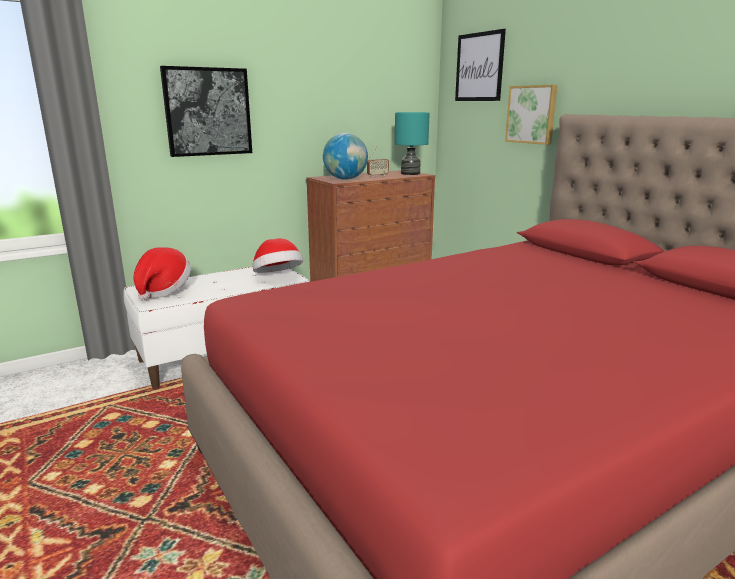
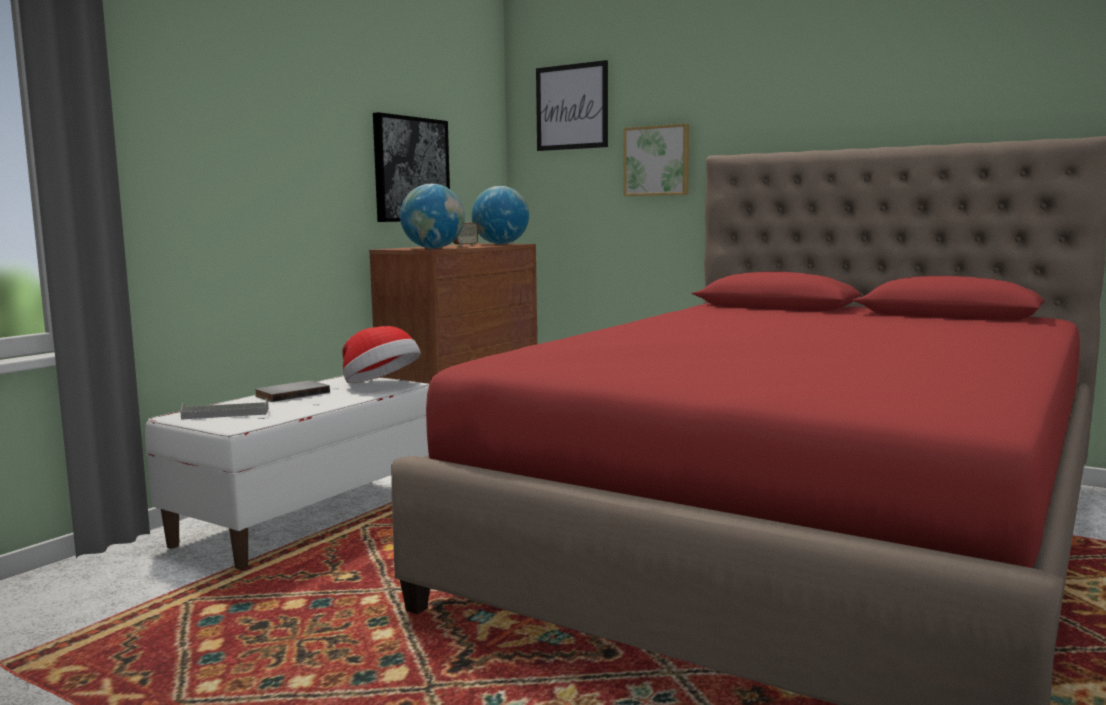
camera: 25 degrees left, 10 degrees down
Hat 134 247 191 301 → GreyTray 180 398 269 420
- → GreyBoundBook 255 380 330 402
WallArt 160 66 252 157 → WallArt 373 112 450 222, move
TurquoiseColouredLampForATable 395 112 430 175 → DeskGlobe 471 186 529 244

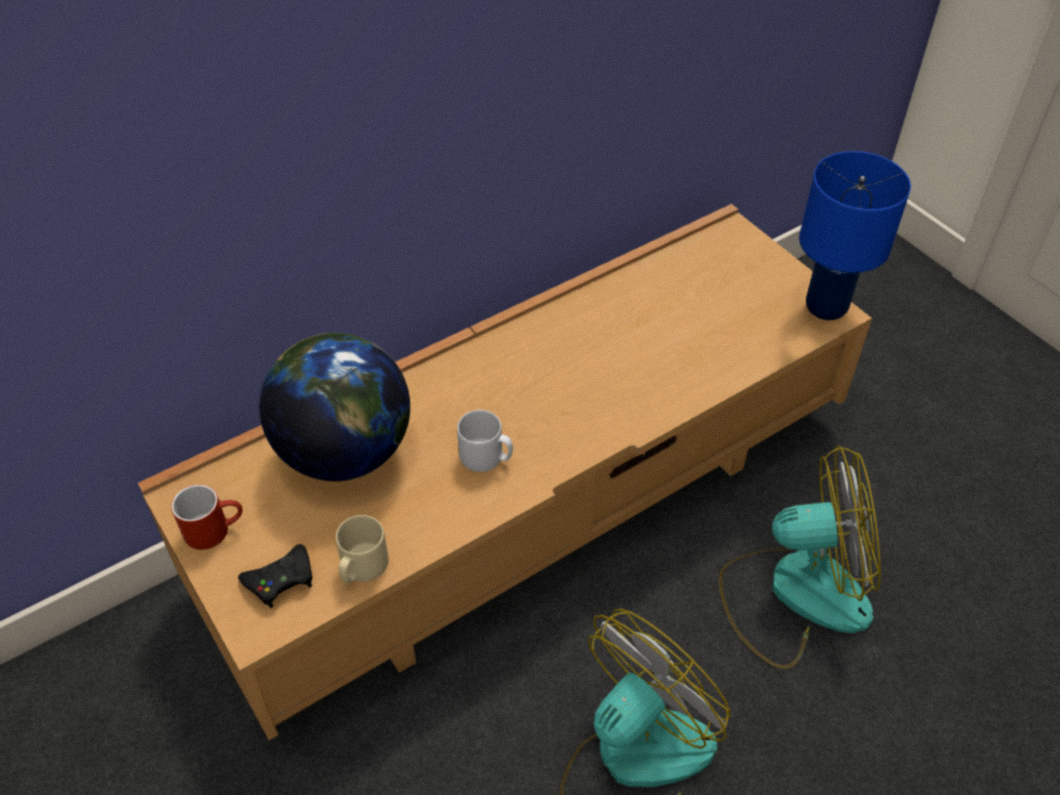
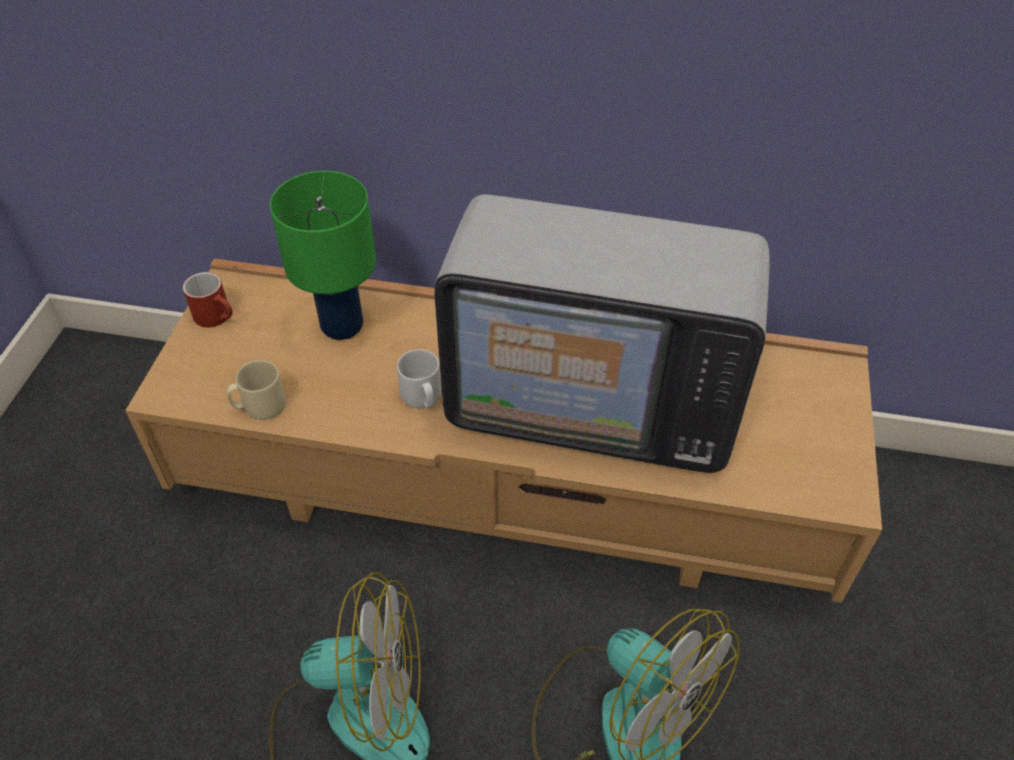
camera: 45 degrees right, 0 degrees up
DeskGlobe 259 333 410 481 → GreenLampForATable 270 171 376 340
- → Tv 434 195 770 473
BlackishGamepad 238 544 312 608 → -
BlueColouredLampForATable 799 151 911 320 → -

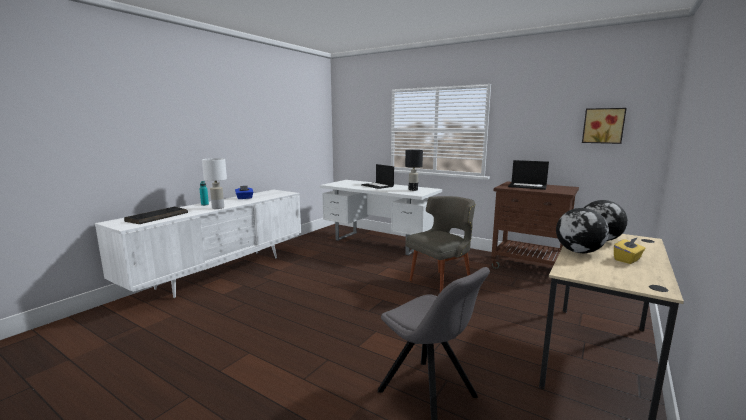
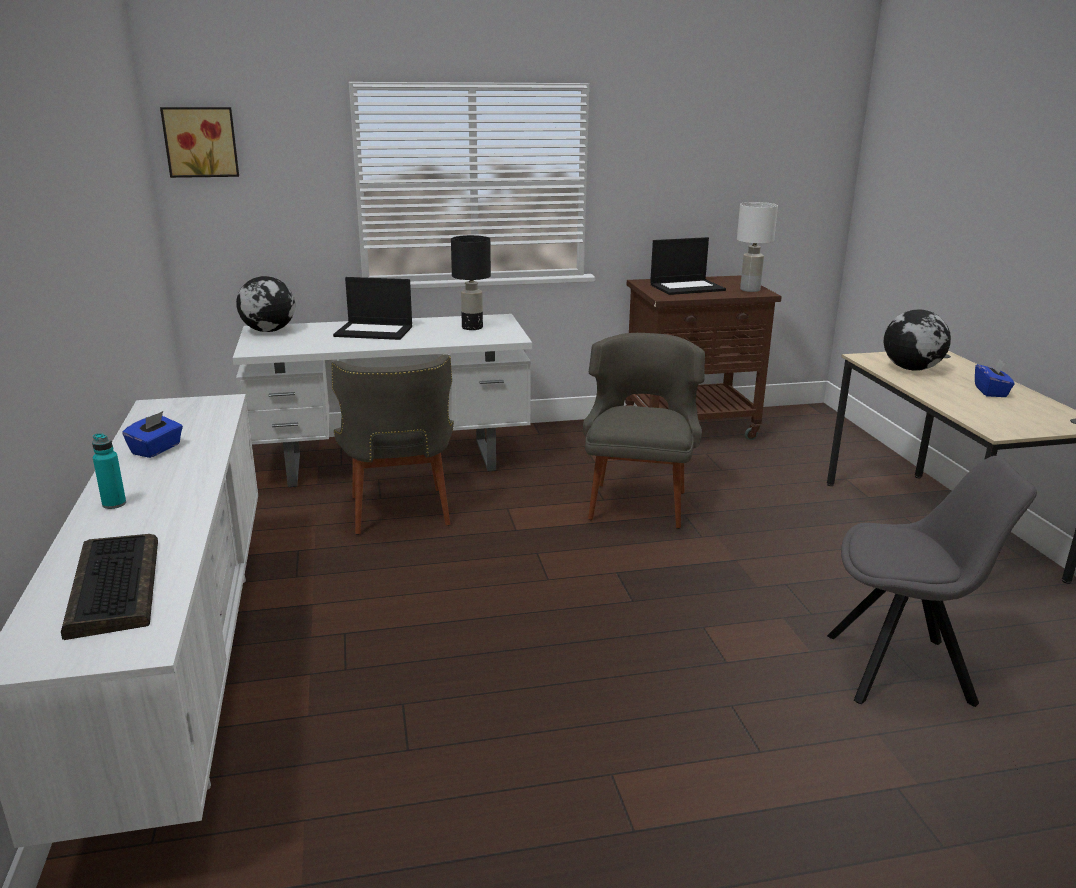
camera: 45 degrees left, 10 degrees up
WallArt 582 108 626 144 → WallArt 160 107 239 178, move
DeskGlobe 556 208 609 253 → DeskGlobe 236 276 295 332, move
- → GreyPlainChair 332 354 454 535
WhitishLampForATable 202 158 227 209 → WhitishLampForATable 737 202 778 292, move
YellowTissueBox 614 237 645 264 → BlueColouredTissueBox 975 360 1015 397

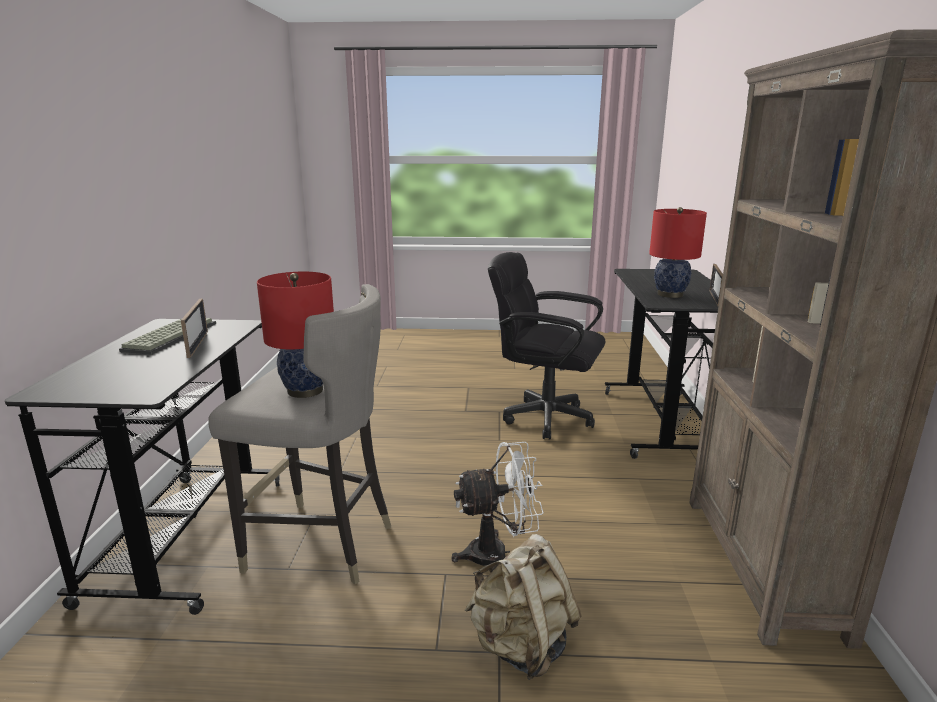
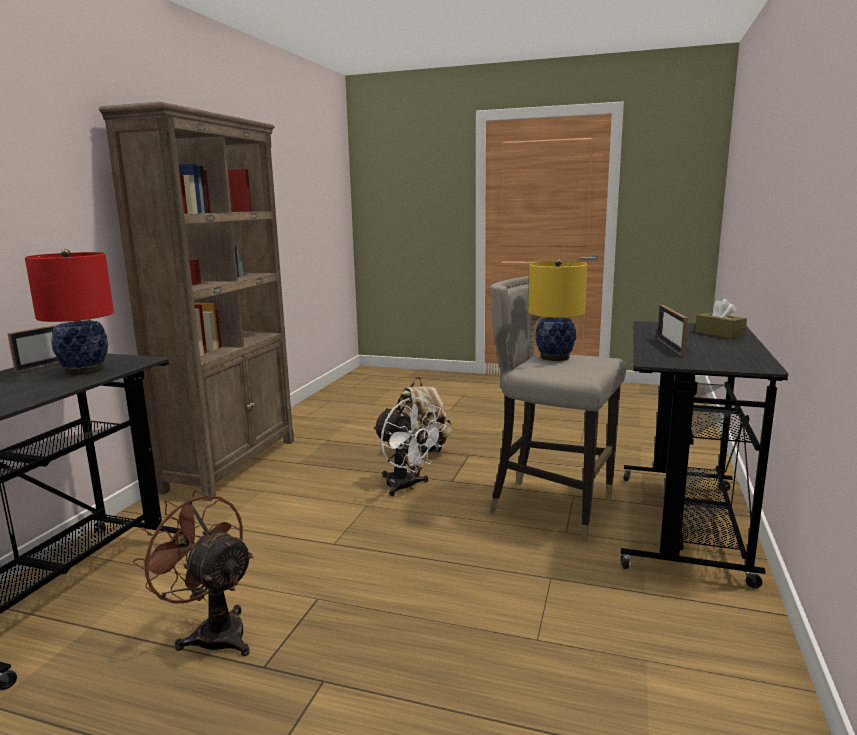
camera: 165 degrees left, 5 degrees down
BlackishDeskChair 488 252 606 440 → BrownCoolingFan 133 490 253 656
WhitishCoolingFan 452 442 544 566 → WhitishCoolingFan 373 397 447 496, 135 degrees counterclockwise
RedLampForATable 257 272 334 398 → YellowLampForATable 528 259 587 361
- → BrownTissueBox 695 299 747 339
Keyboard 119 318 216 355 → -

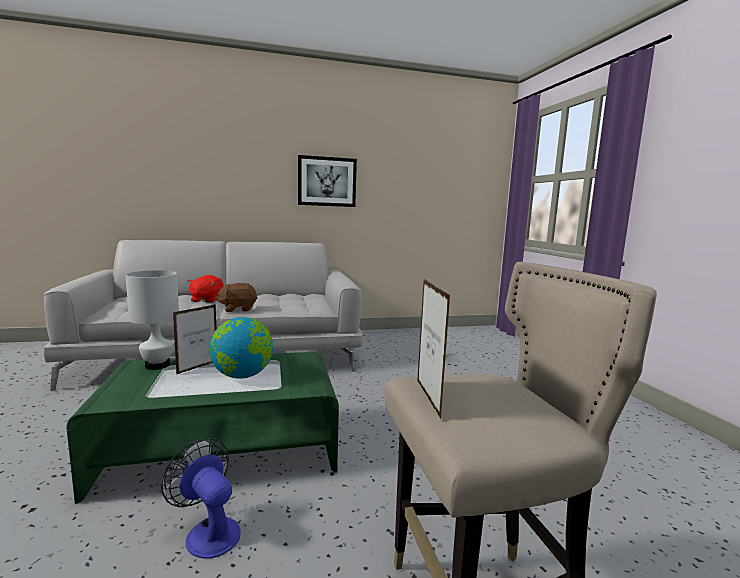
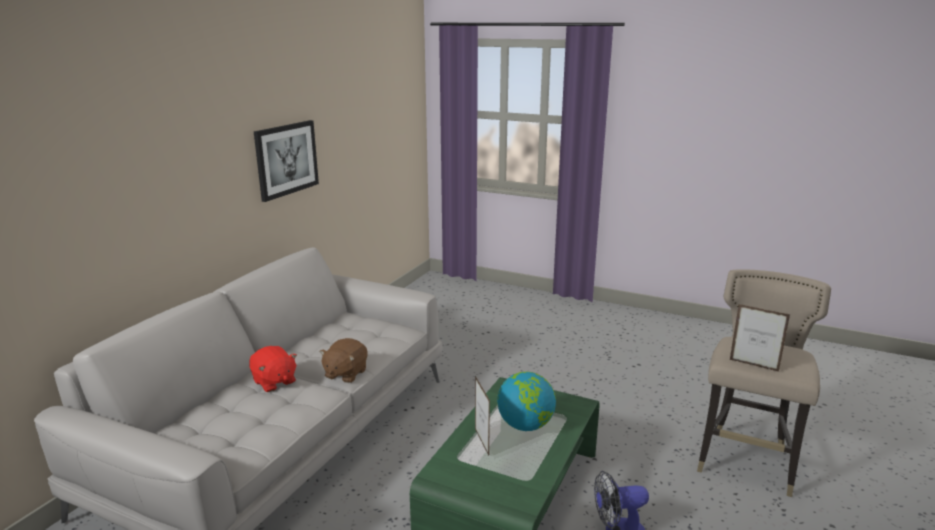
camera: 50 degrees left, 10 degrees up
WhitishLampForATable 125 270 179 370 → -

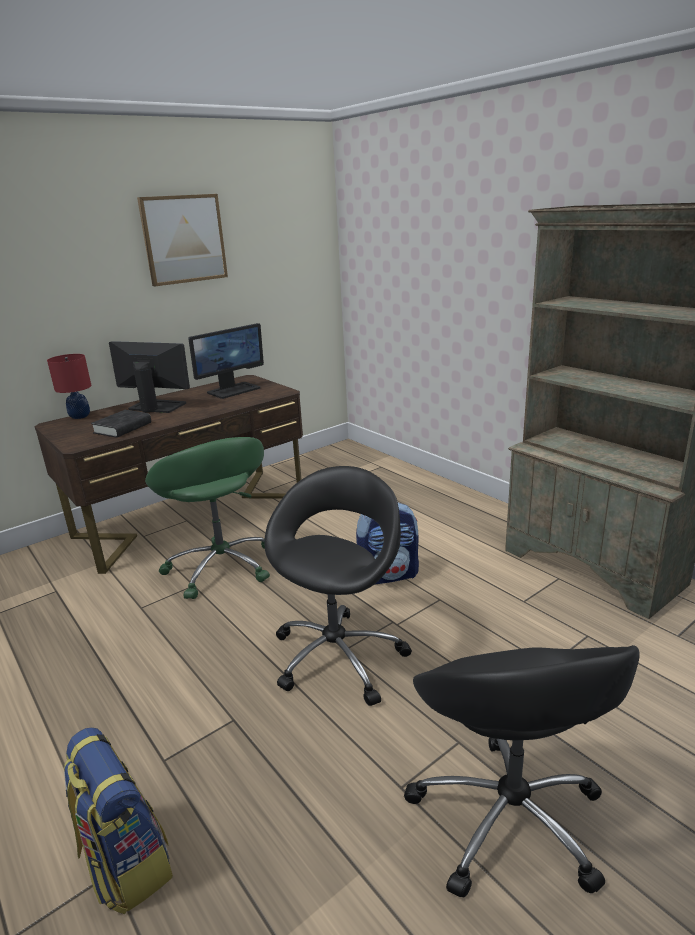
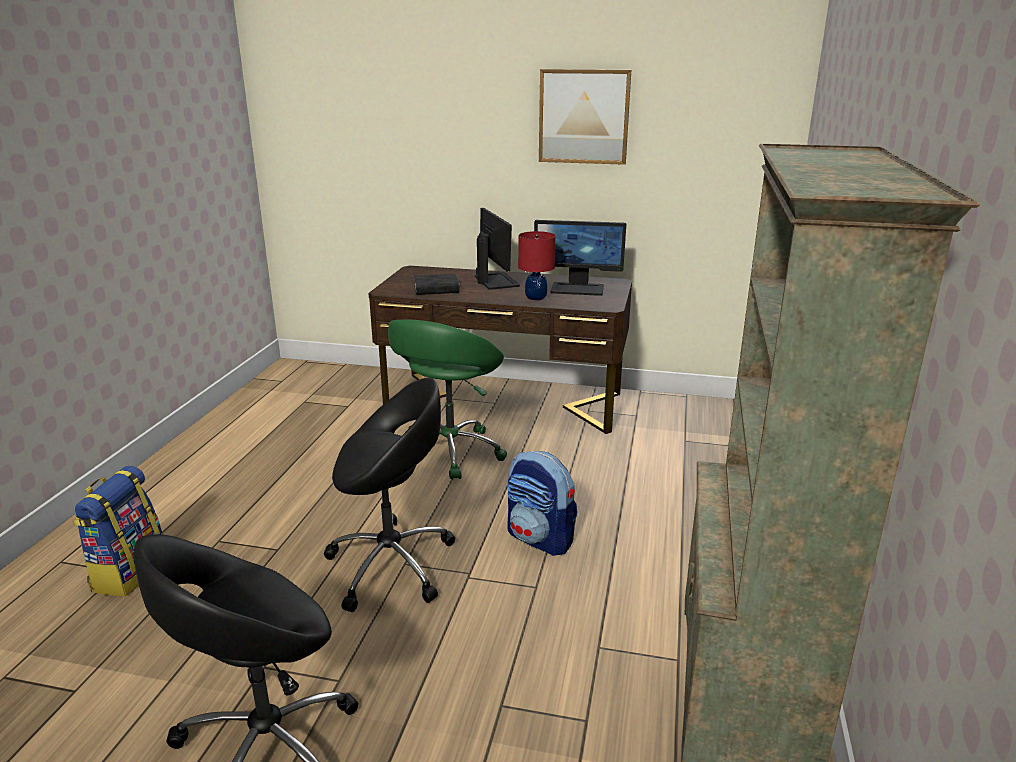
camera: 50 degrees right, 0 degrees up
RedLampForATable 47 354 91 419 → RedLampForATable 518 231 555 300, move

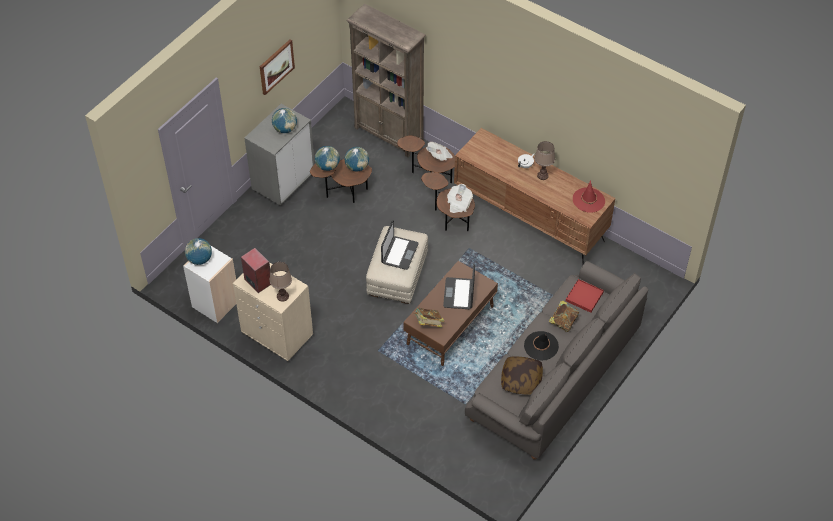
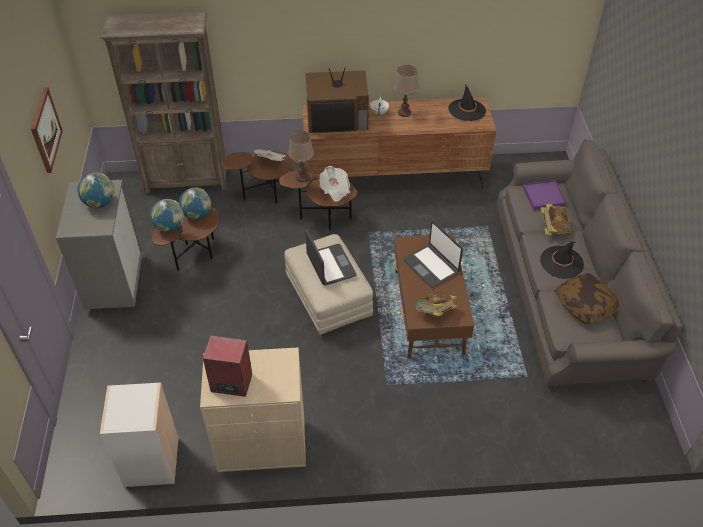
camera: 40 degrees left, 5 degrees down
BrownLampForATable 269 262 292 302 → BrownLampForATable 288 131 314 182, move
- → Tv 306 68 369 133
RedHat 573 180 605 213 → BlackishHat 448 84 486 121
RedTray 566 279 604 313 → PurpleTray 523 180 567 210
DeskGlobe 185 238 212 265 → -

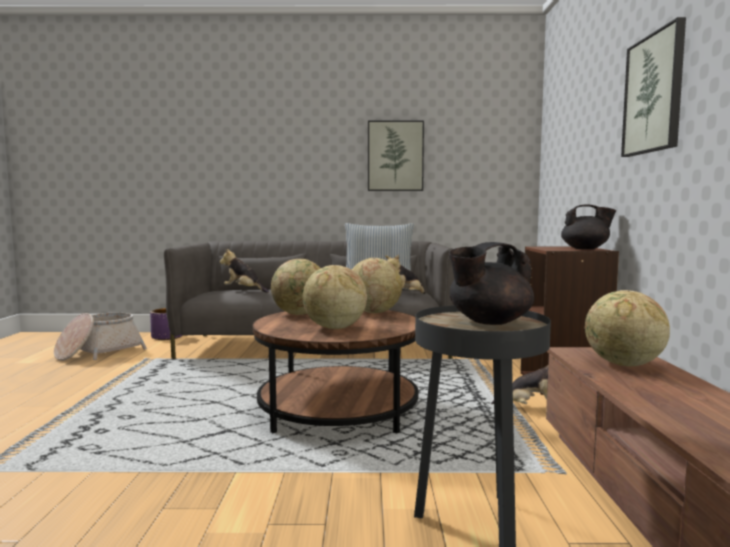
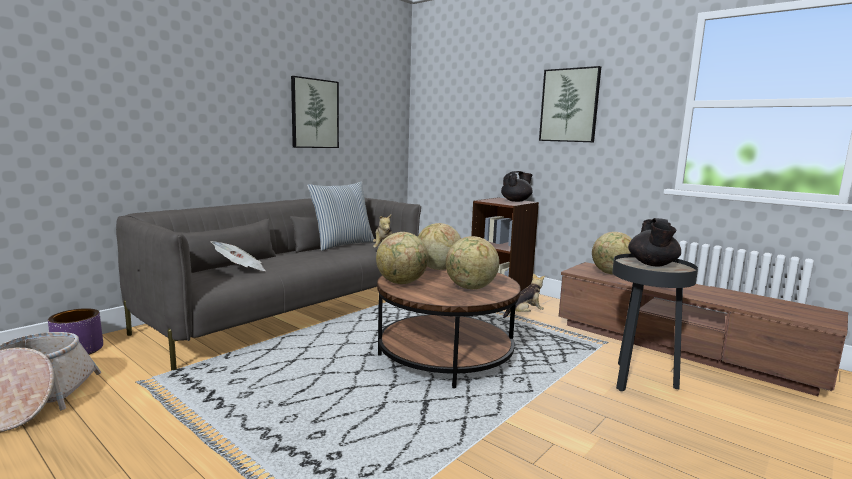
camera: 50 degrees left, 5 degrees up
CuddlyToy 220 249 269 293 → PrintedPaper 211 241 266 271

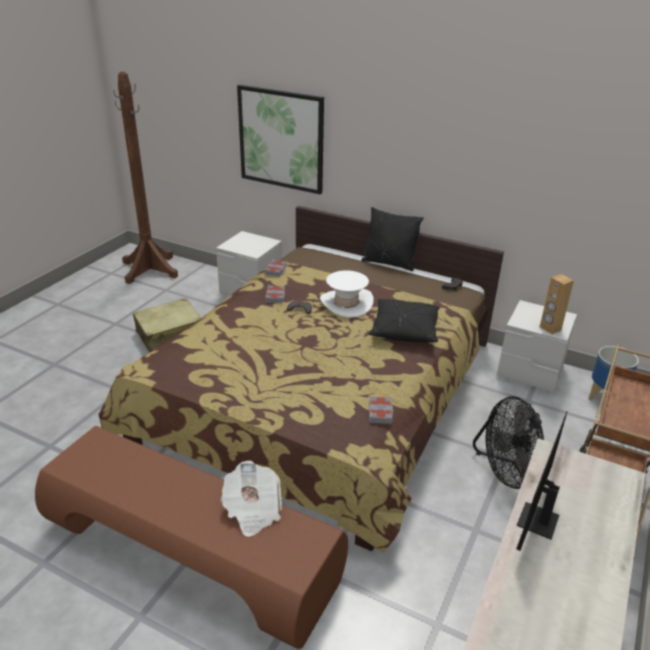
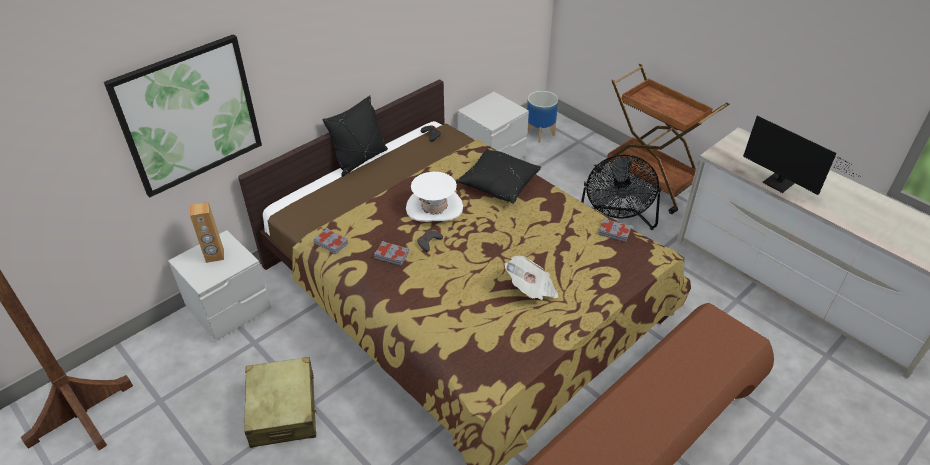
camera: 70 degrees left, 10 degrees up
BrownLoudspeaker 540 274 574 334 → BrownLoudspeaker 190 202 224 263, move
PrintedPaper 221 461 282 537 → PrintedPaper 504 255 559 300, move

